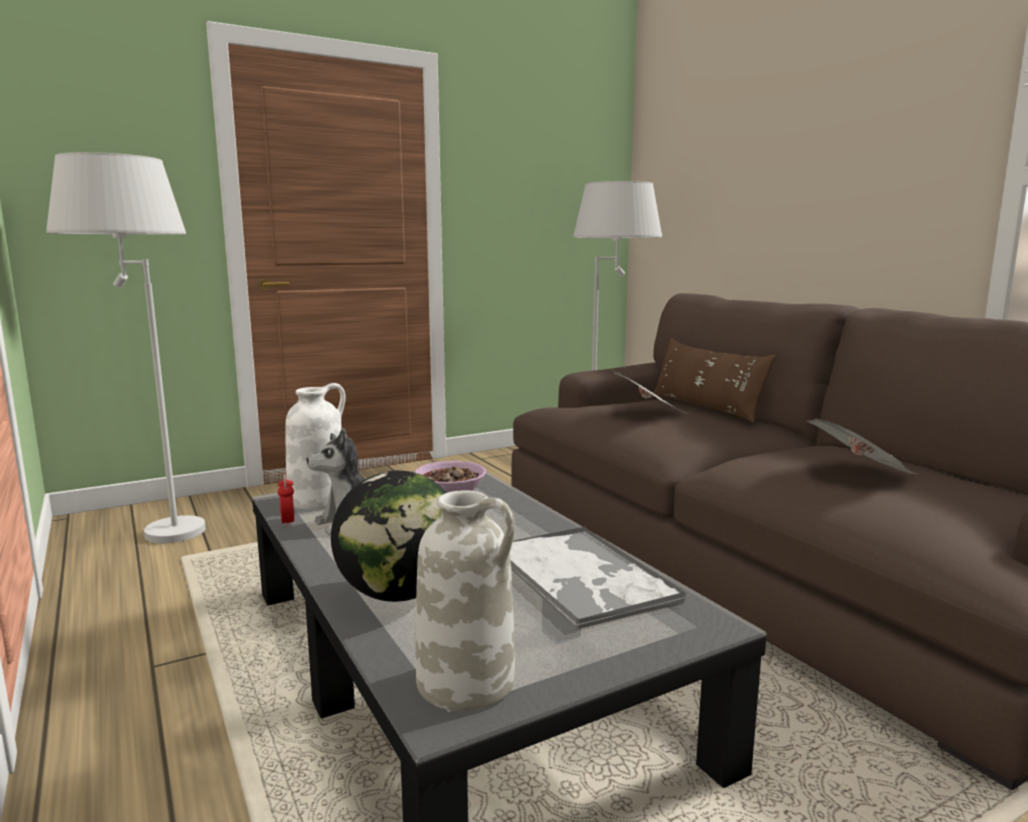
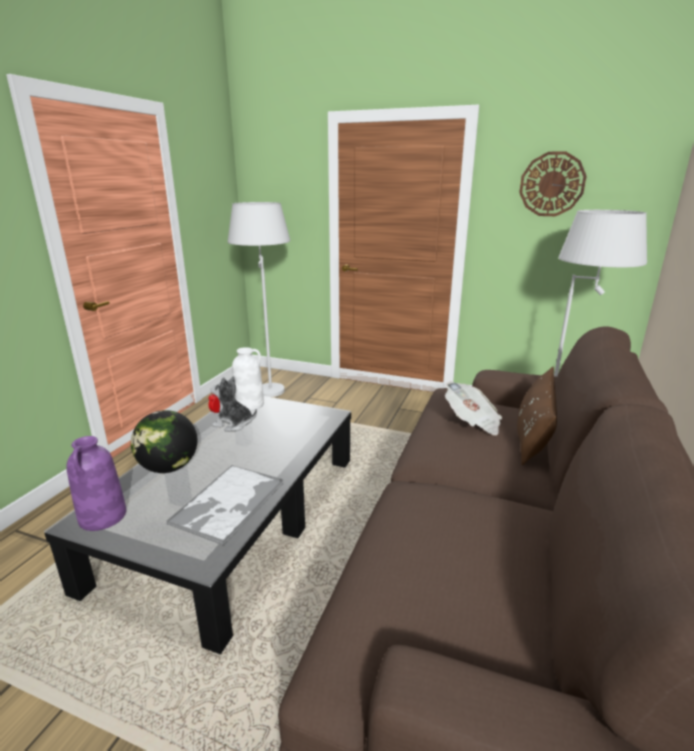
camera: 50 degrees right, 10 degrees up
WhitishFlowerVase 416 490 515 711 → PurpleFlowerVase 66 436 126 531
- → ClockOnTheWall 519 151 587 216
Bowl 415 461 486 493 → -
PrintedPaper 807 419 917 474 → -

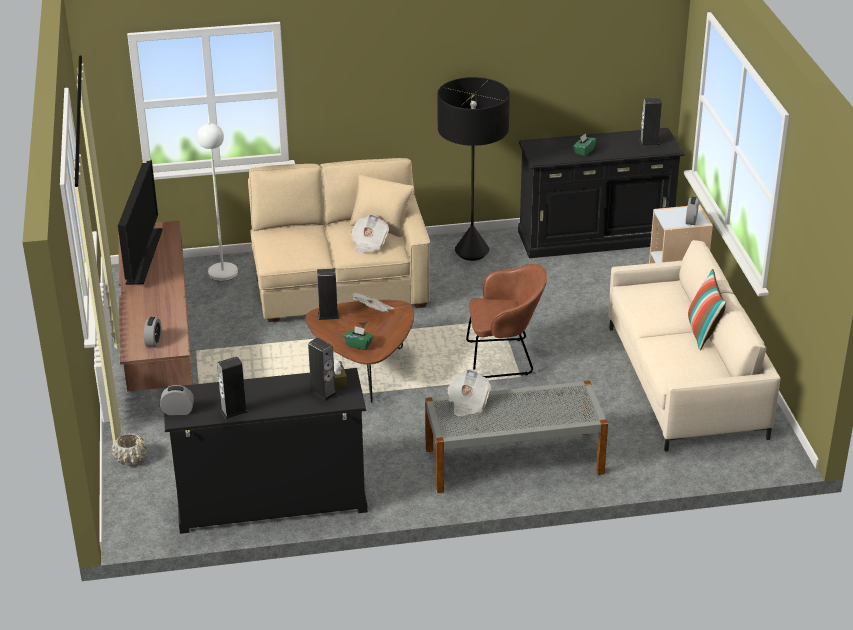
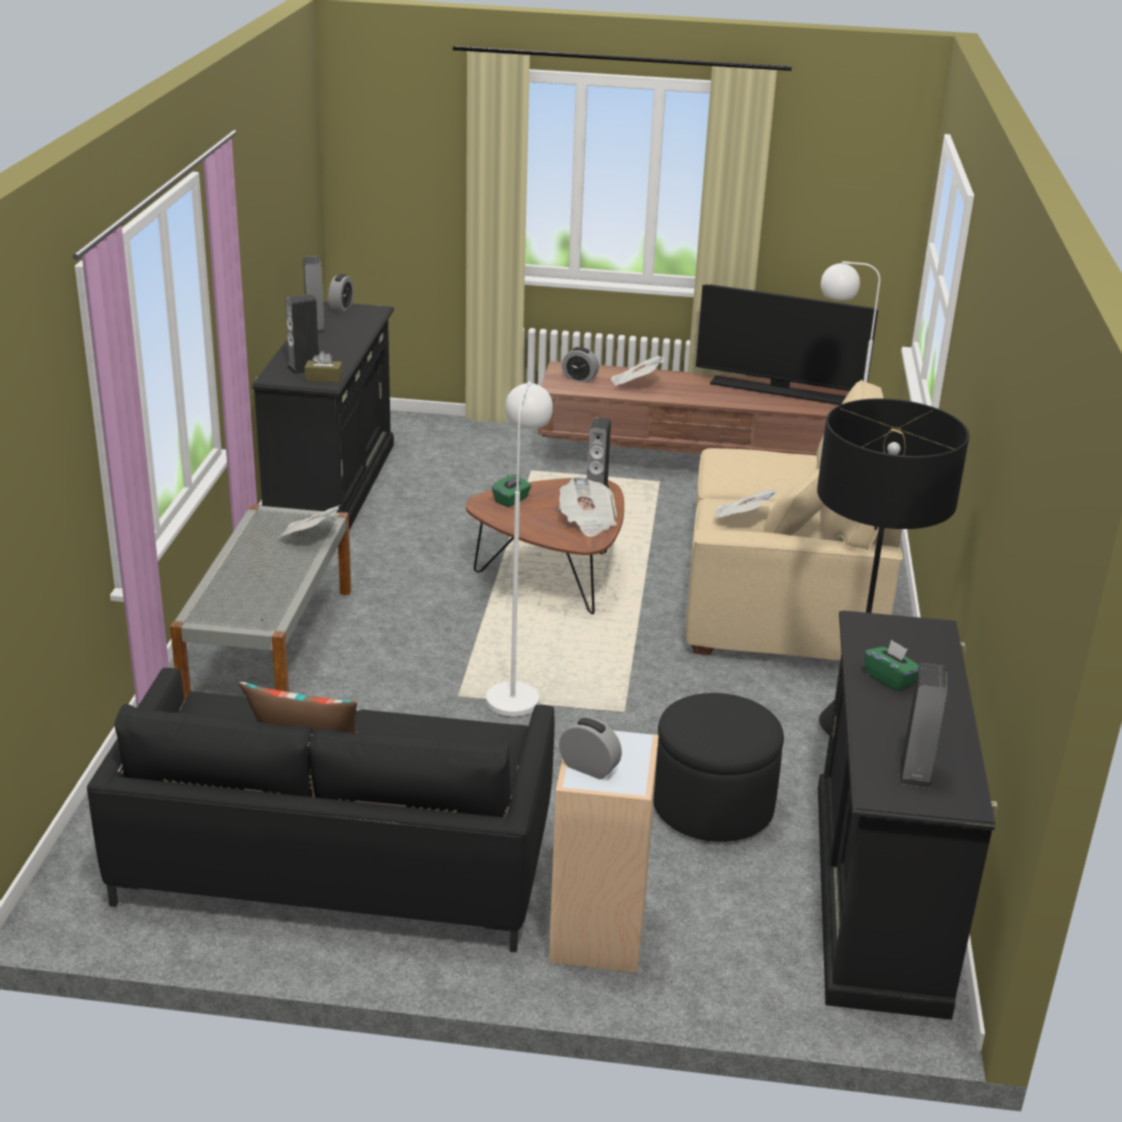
camera: 105 degrees right, 5 degrees down
BeigeColouredCouch 608 240 781 452 → BlackishCouch 87 668 554 953
BrownArmchair 466 264 547 378 → WhitishFloorLamp 486 381 553 717
- → PrintedPaper 611 356 664 386
- → BlackishPouffe 653 693 784 842
BeigeColouredPlanter 112 433 147 466 → -

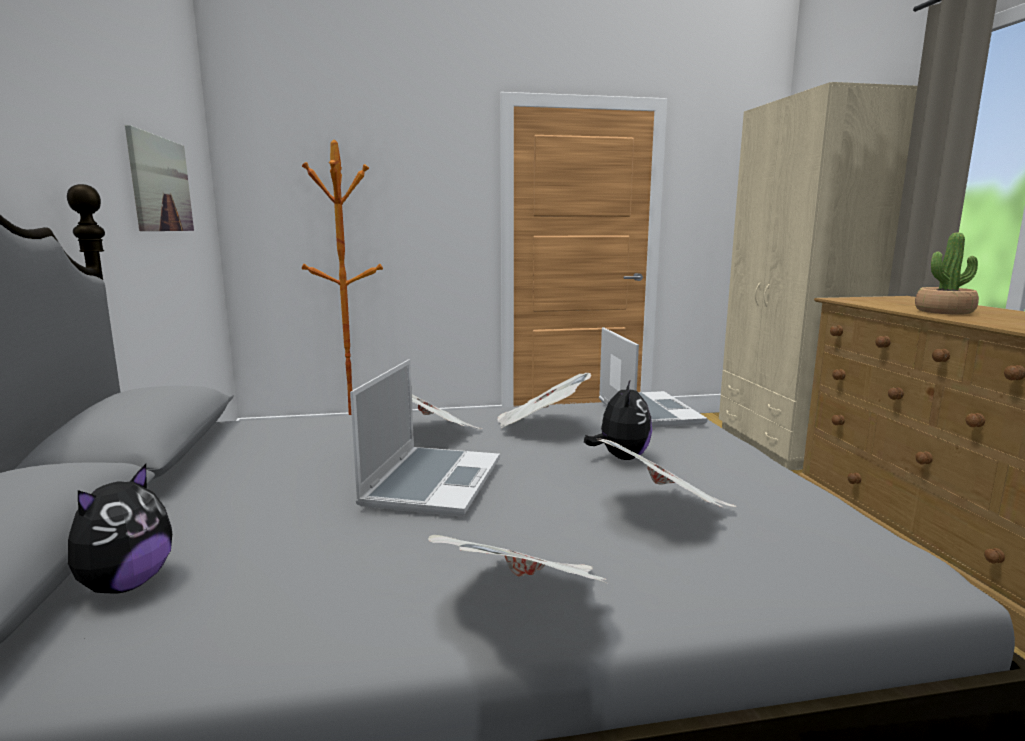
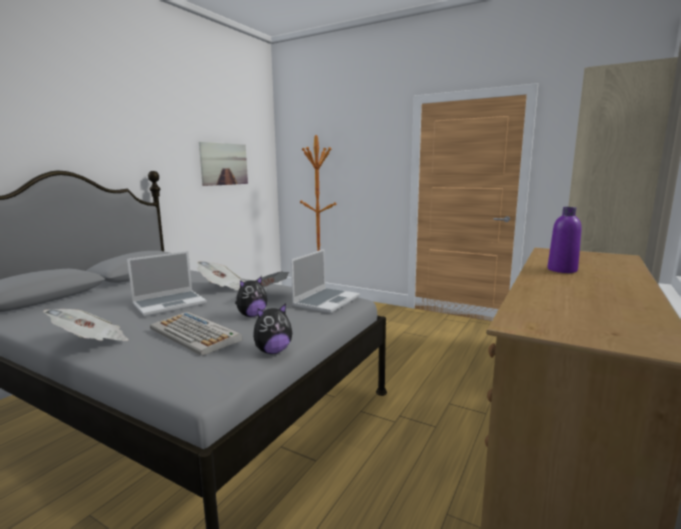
camera: 40 degrees right, 0 degrees up
PrintedPaper 597 438 736 507 → Keyboard 150 311 243 356
CuddlyToy 68 464 172 594 → CuddlyToy 253 303 292 354, move
PottedPlant 915 233 979 315 → PurpleBottle 548 207 582 273

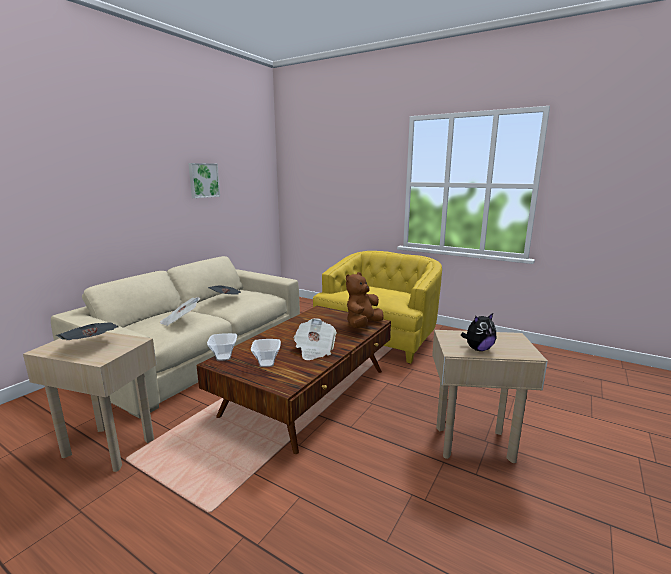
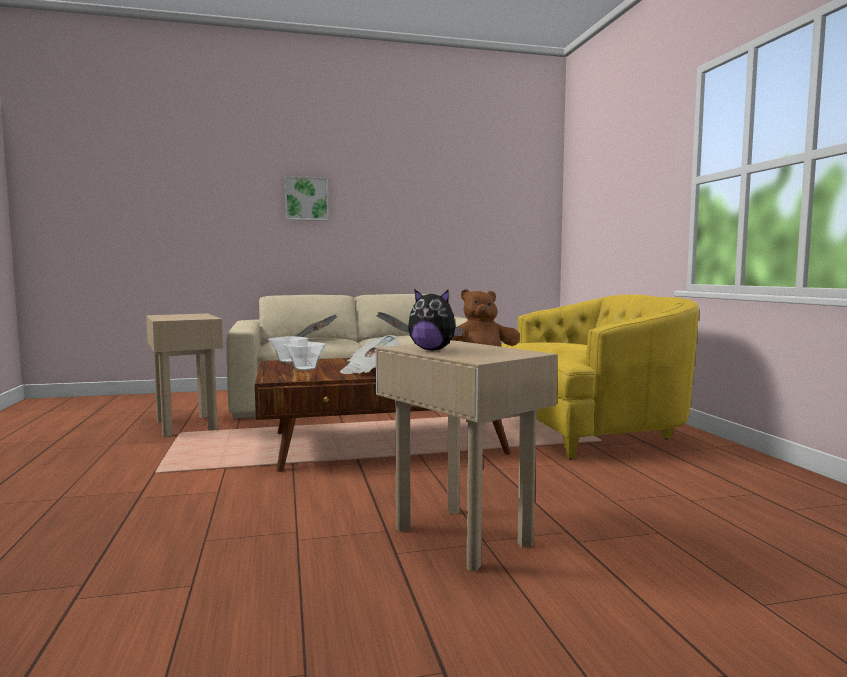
camera: 45 degrees right, 10 degrees down
WallArt 188 163 220 198 → WallArt 285 176 329 221, move
PrintedPaper 55 323 119 340 → -

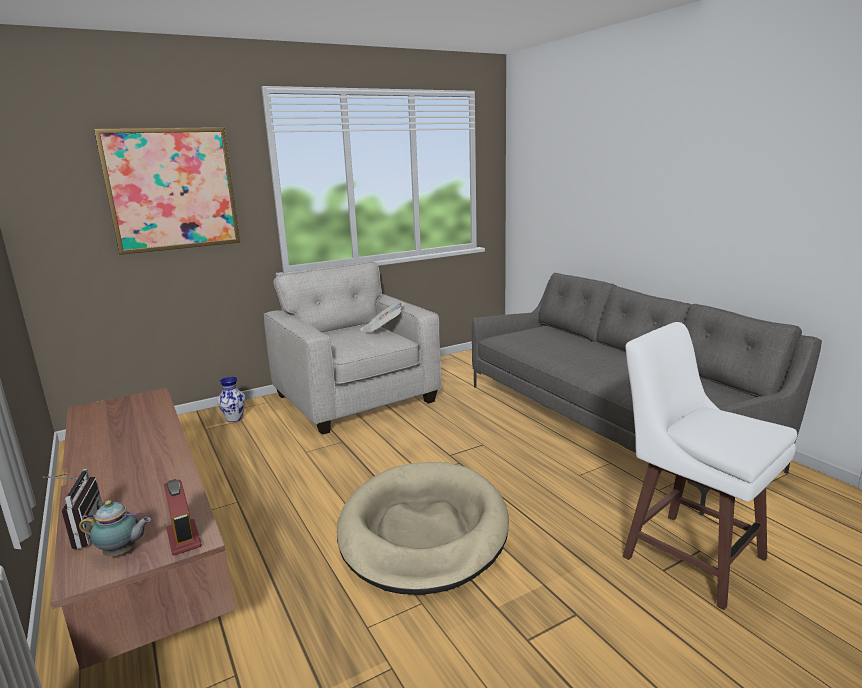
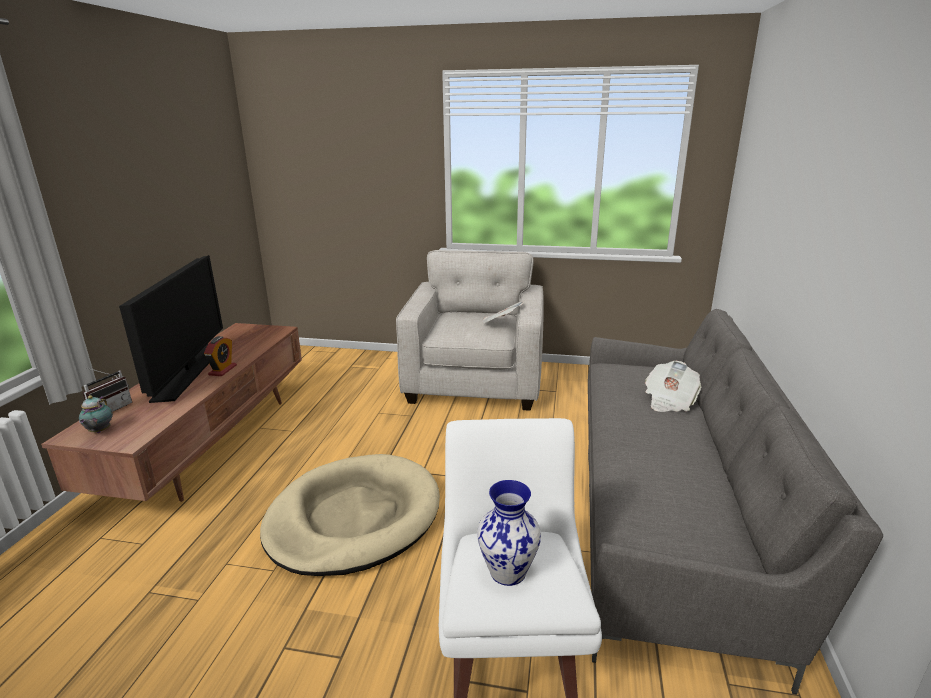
camera: 40 degrees right, 5 degrees up
TeaPot 79 500 151 556 → TeaPot 79 395 113 433, 45 degrees clockwise
- → Tv 119 255 223 403
TableClock 164 479 202 556 → TableClock 204 336 237 376, move
FlowerVase 217 377 246 422 → FlowerVase 477 480 541 586, move
- → PrintedPaper 645 361 702 412
WallArt 94 127 240 255 → -

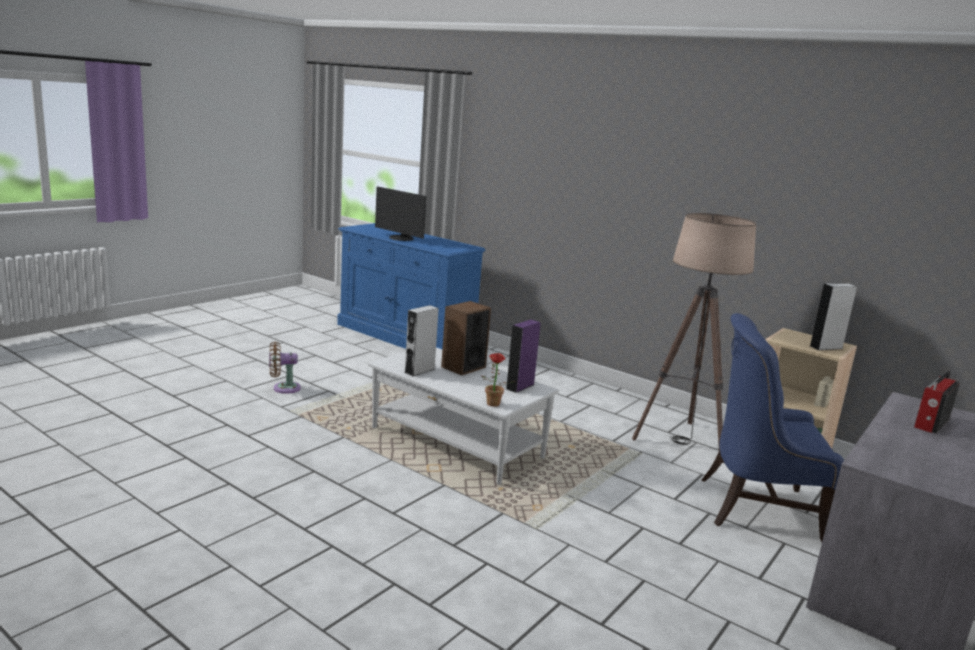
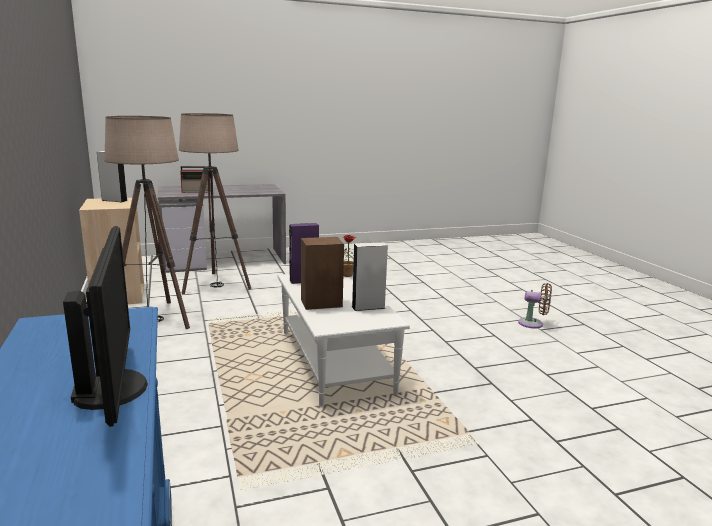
camera: 145 degrees left, 0 degrees up
BlueColouredPlainChair 702 313 844 542 → FloorLamp 179 113 251 294
BrownCoolingFan 269 342 301 394 → BrownCoolingFan 518 283 552 328, move

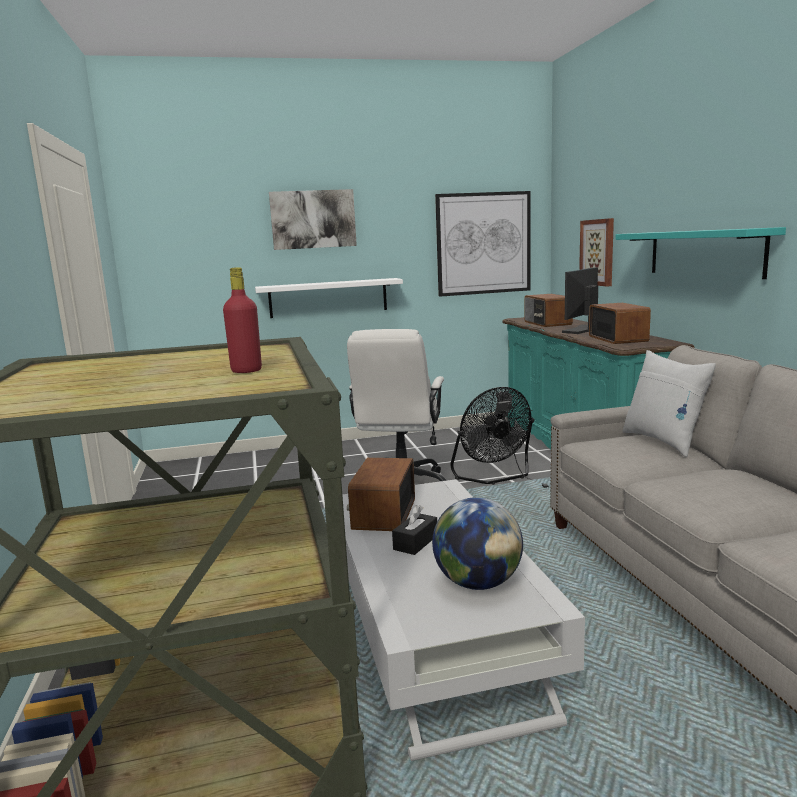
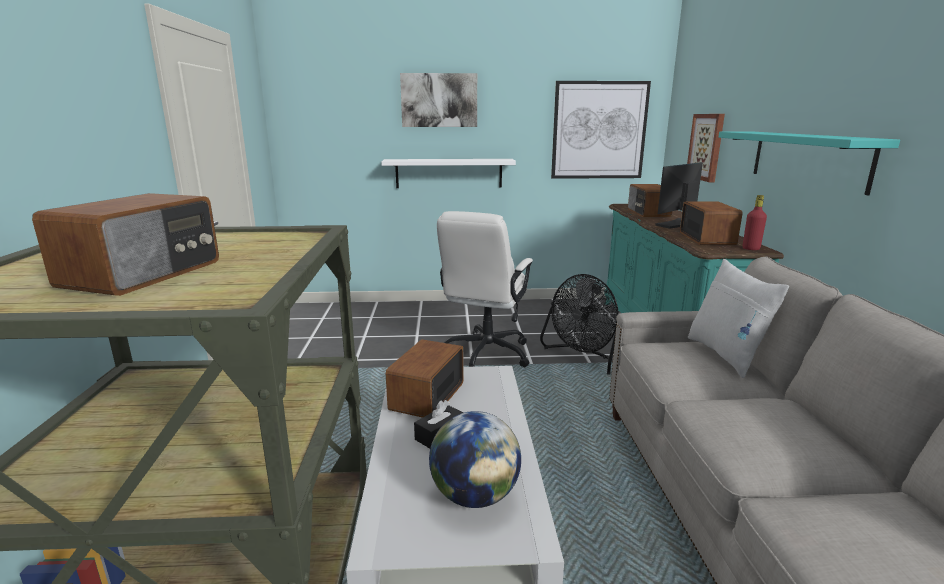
camera: 10 degrees right, 5 degrees up
- → Radio 32 193 219 296
BlackishCoolingFan 451 387 549 488 → BlackishCoolingFan 540 274 619 375, 120 degrees counterclockwise
RedBottle 223 267 262 373 → RedBottle 743 195 767 250, move

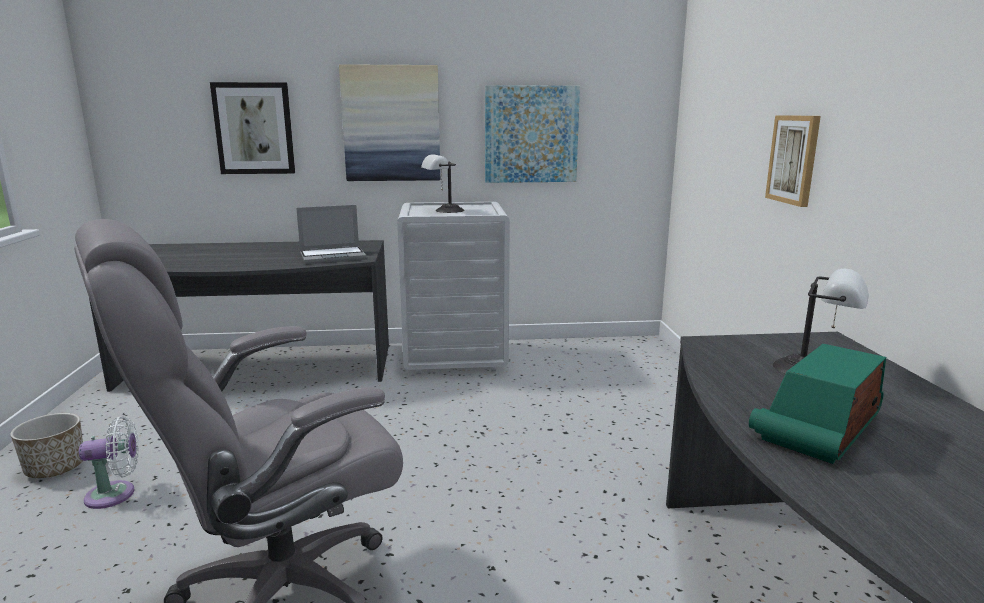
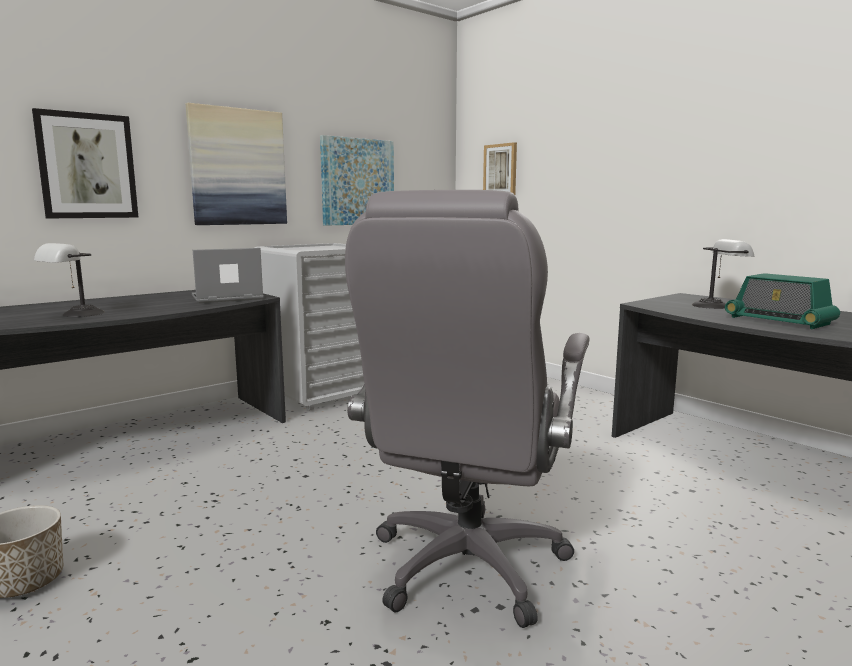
camera: 35 degrees left, 5 degrees down
LampForATable 421 154 465 213 → LampForATable 34 243 105 317, move
Laptop 296 205 367 264 → Laptop 192 248 263 303, 150 degrees counterclockwise
WallArt 765 115 821 207 → WallArt 483 142 517 195, move
Radio 749 344 886 464 → Radio 725 273 840 329, 45 degrees counterclockwise
WhitishCoolingFan 79 416 139 509 → -

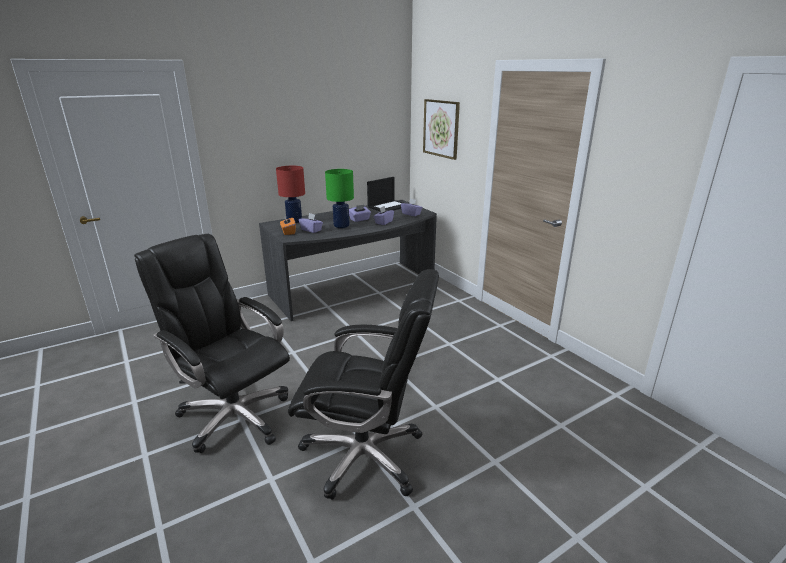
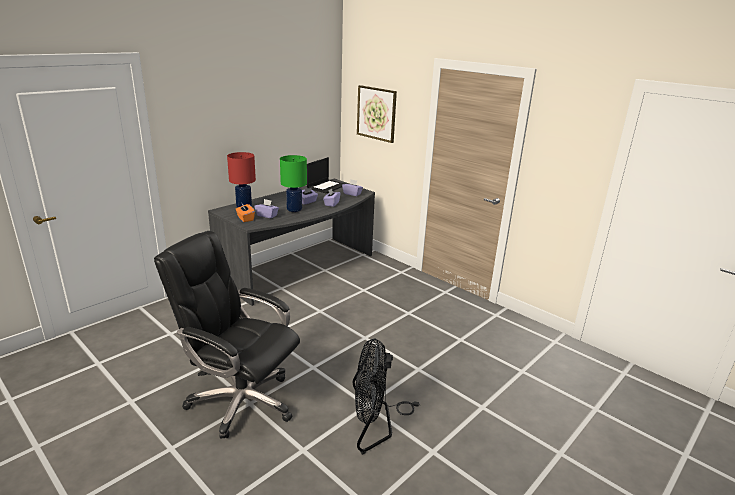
camera: 15 degrees left, 0 degrees up
BlackishDeskChair 288 269 439 500 → BlackishCoolingFan 353 338 419 455

